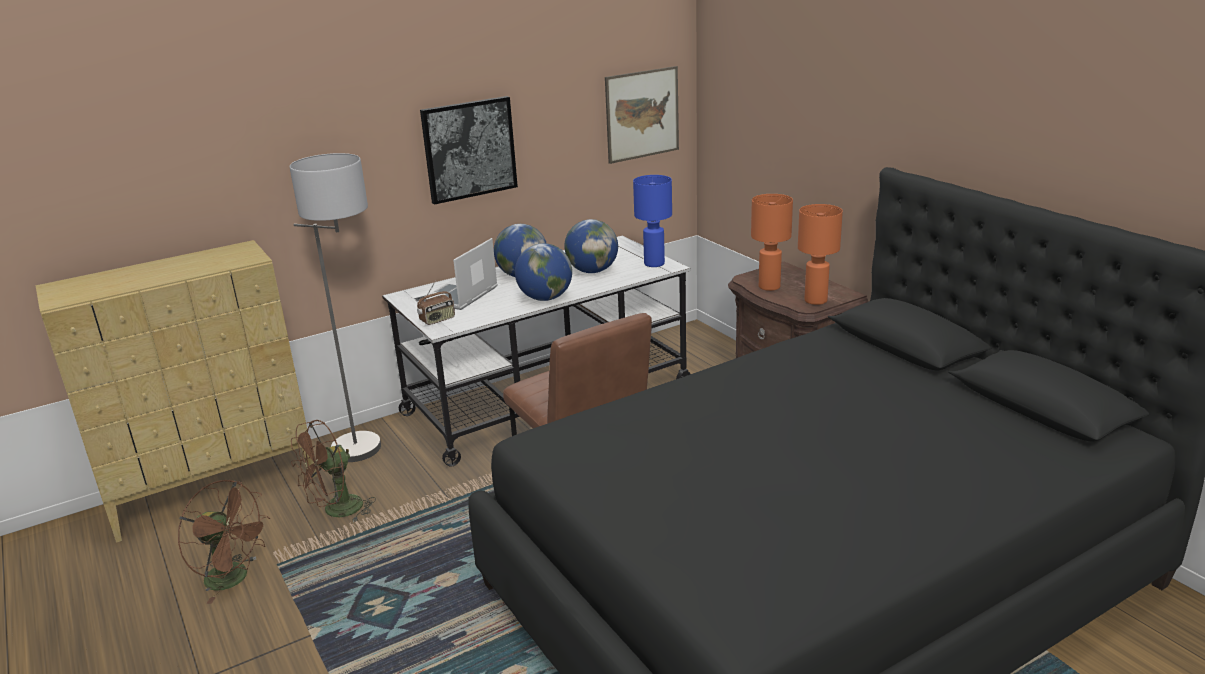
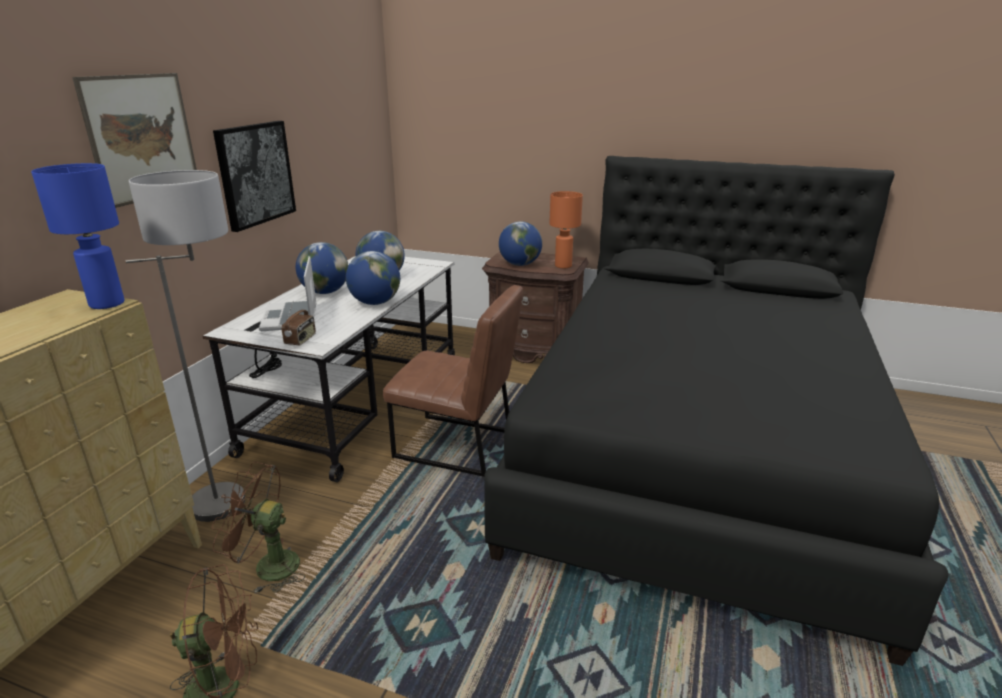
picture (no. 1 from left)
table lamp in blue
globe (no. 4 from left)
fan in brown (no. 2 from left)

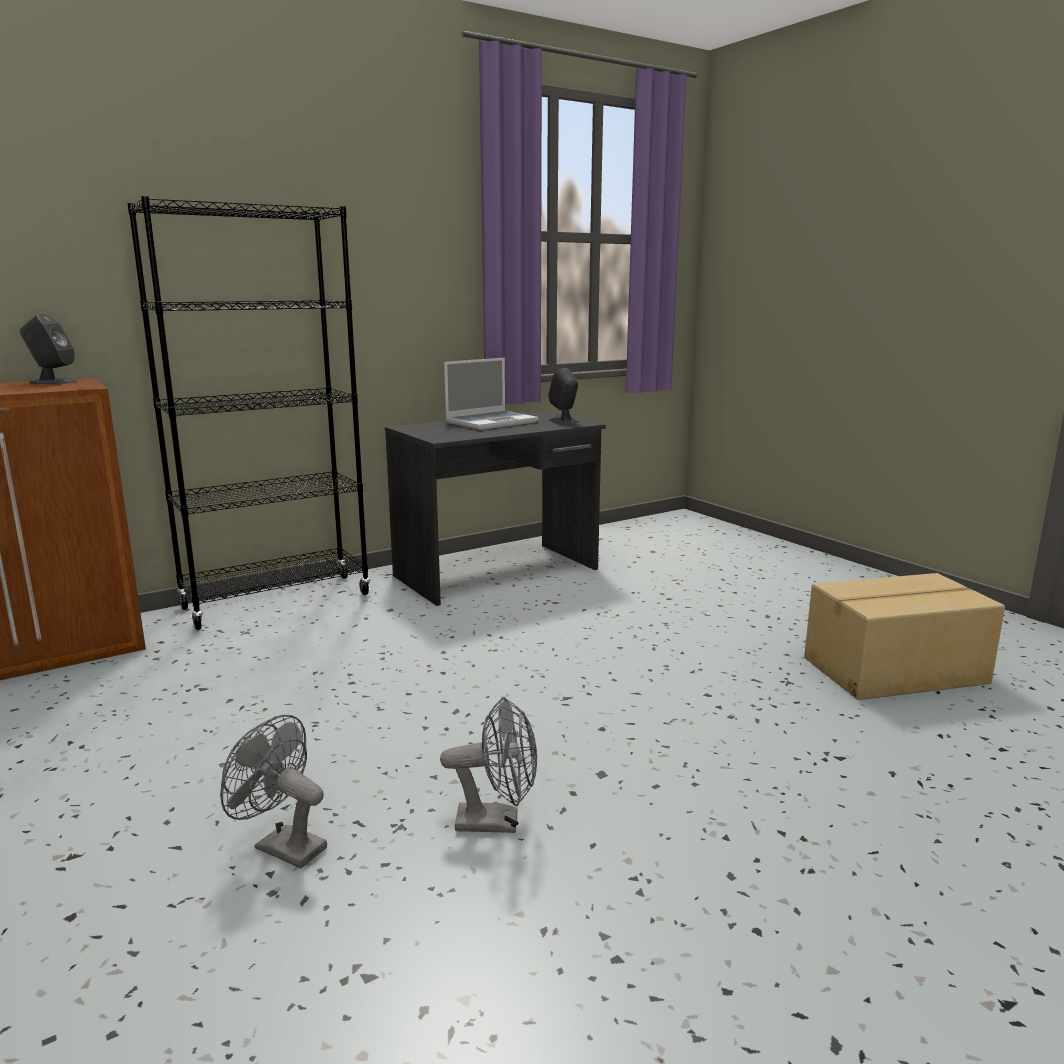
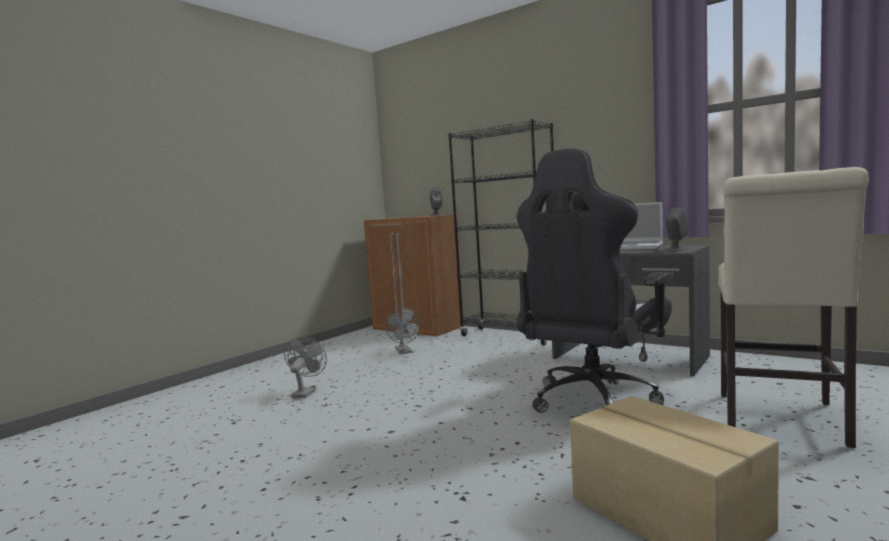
fan in grey (no. 2 from left)
office chair in black
stool in beige

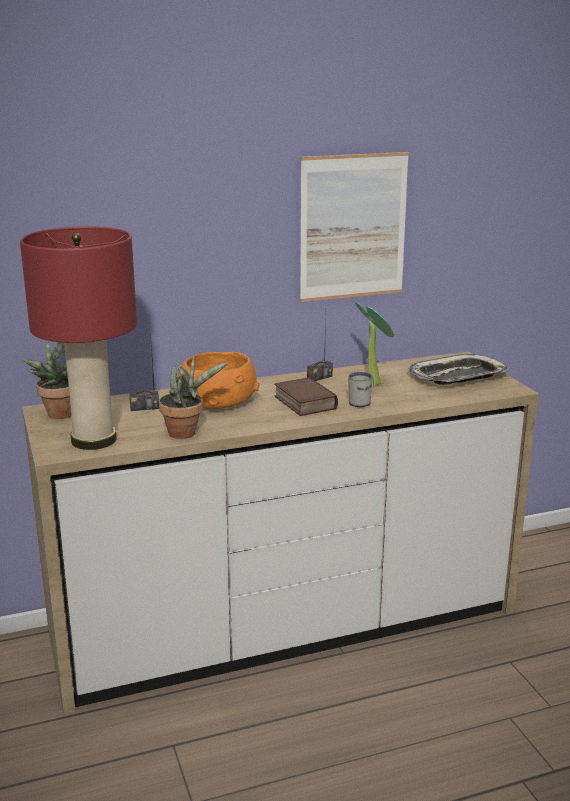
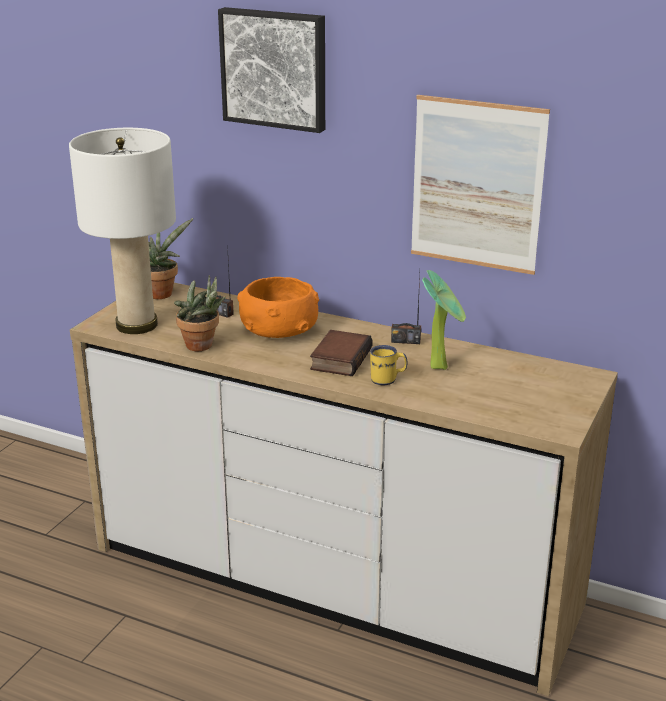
table lamp in white
tray
mug in yellow
picture (no. 1 from left)

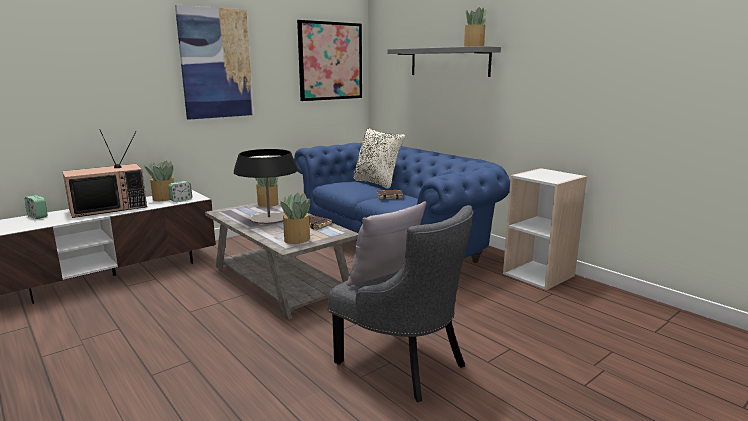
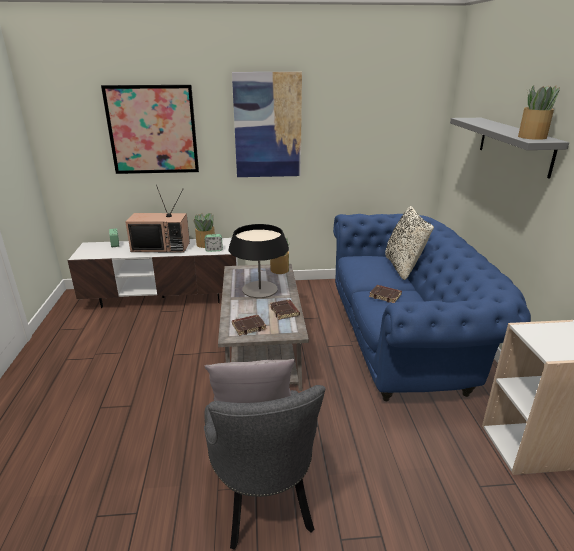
picture (no. 1 from left)
book in brown (no. 1 from left)

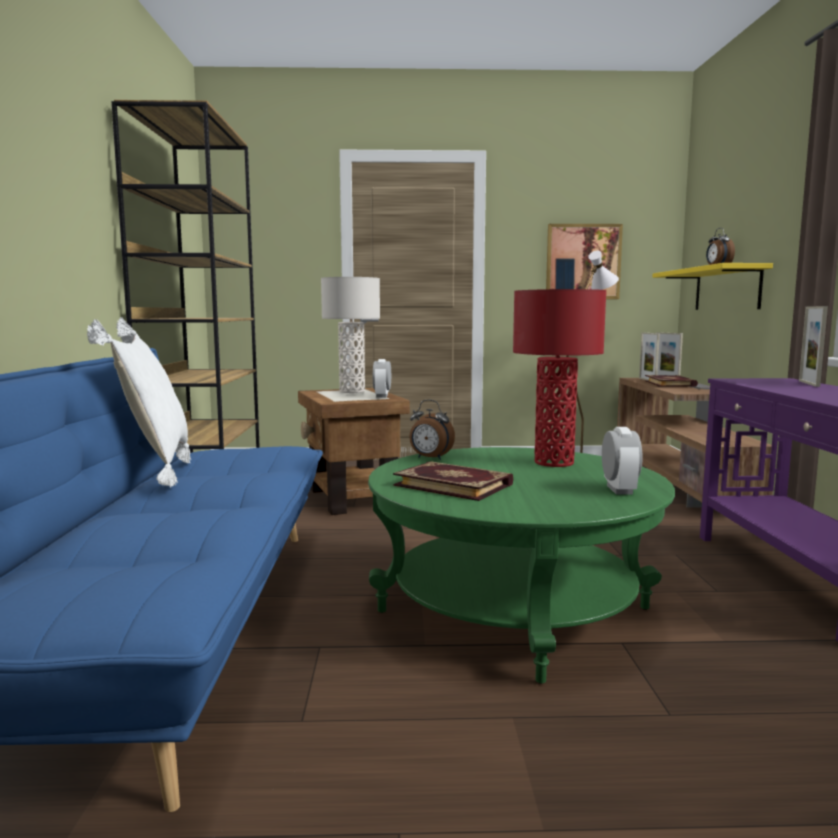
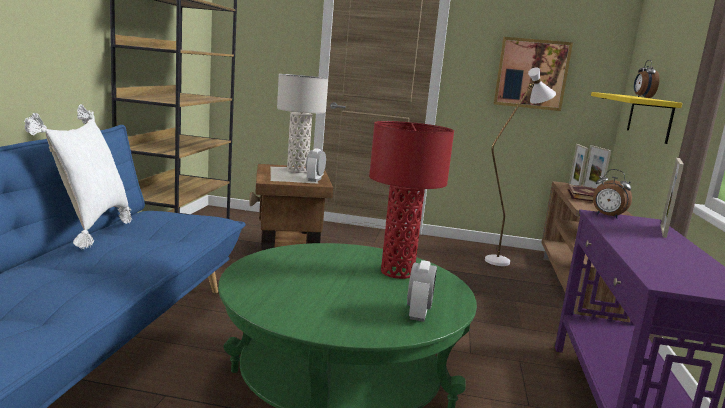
alarm clock (no. 3 from left)
book (no. 1 from left in the first image)

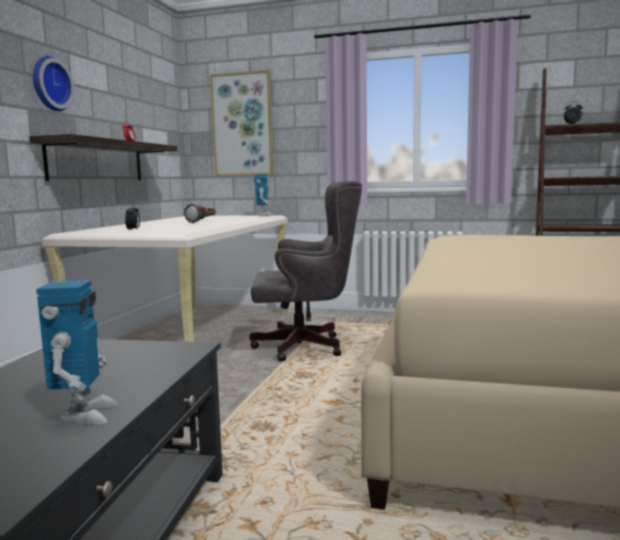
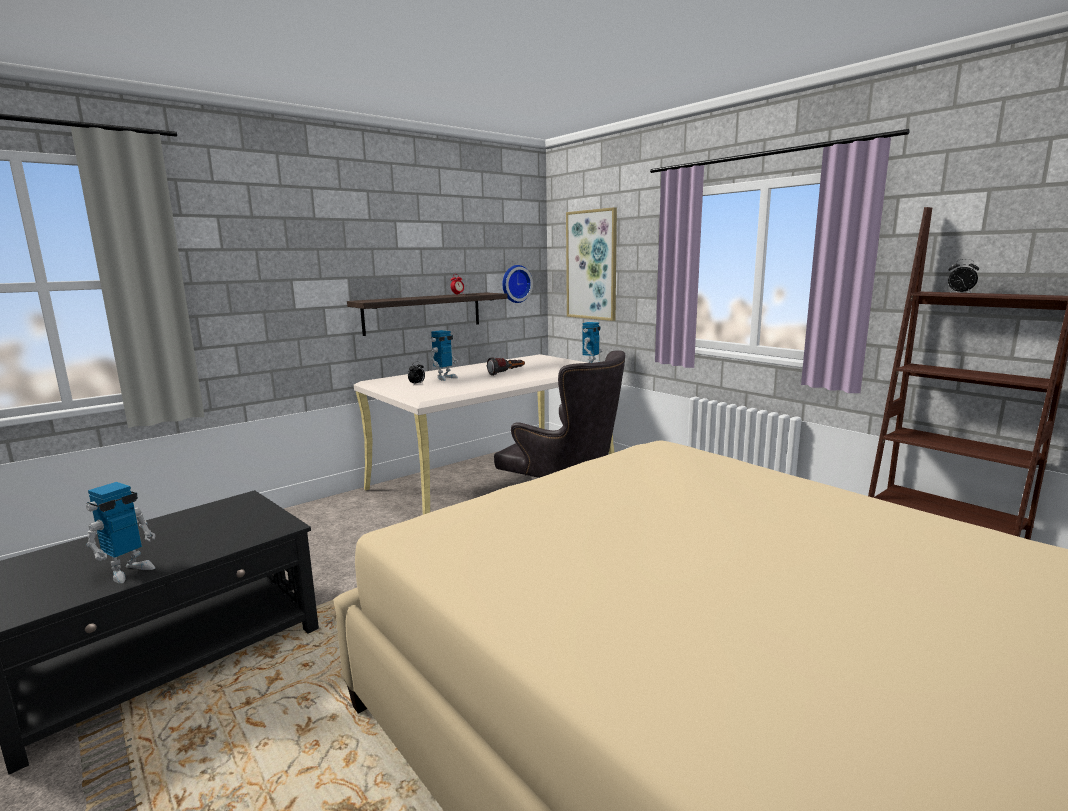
wall clock
toy robot (no. 2 from left)

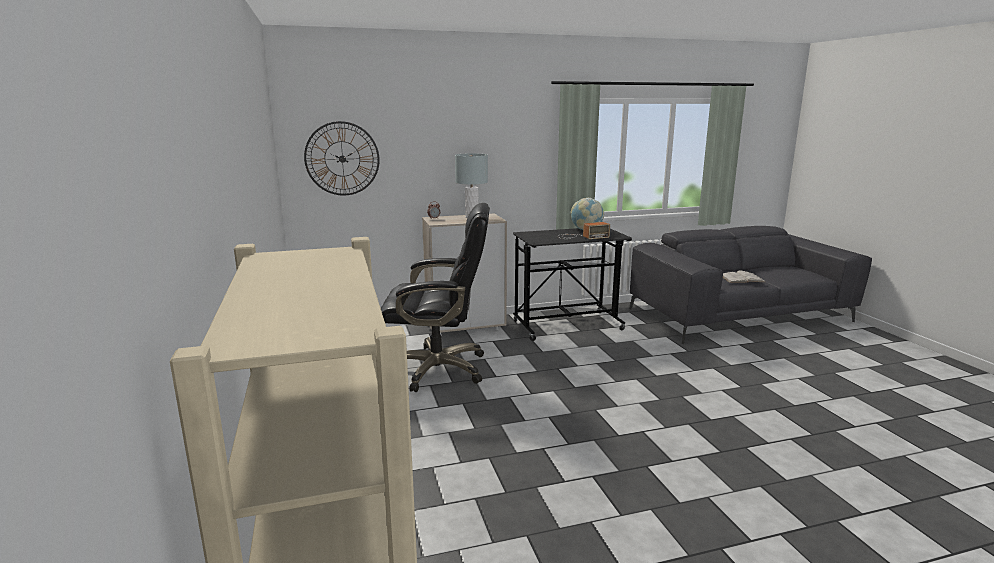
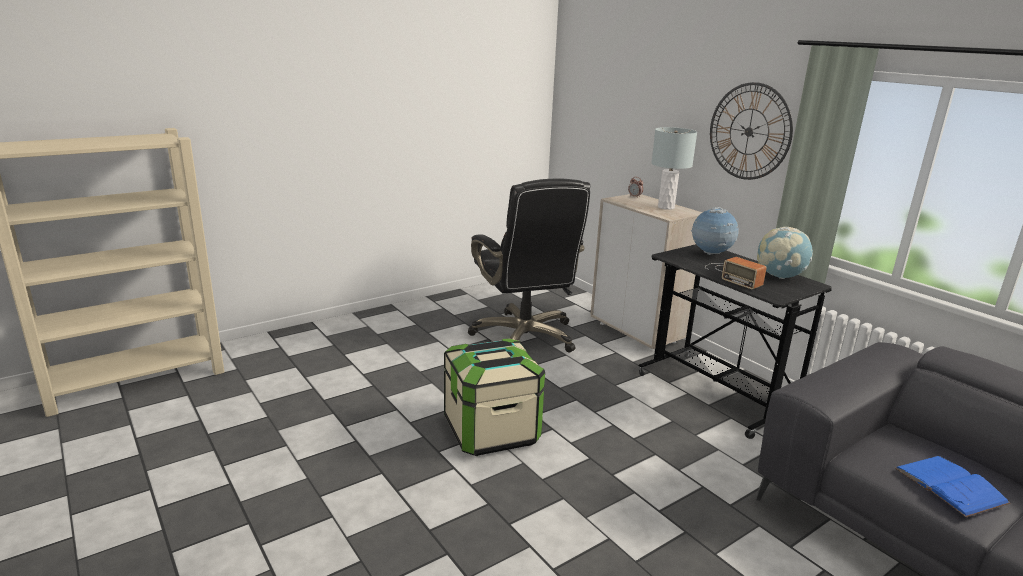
wall clock
book in blue
globe (no. 1 from left)
storage box

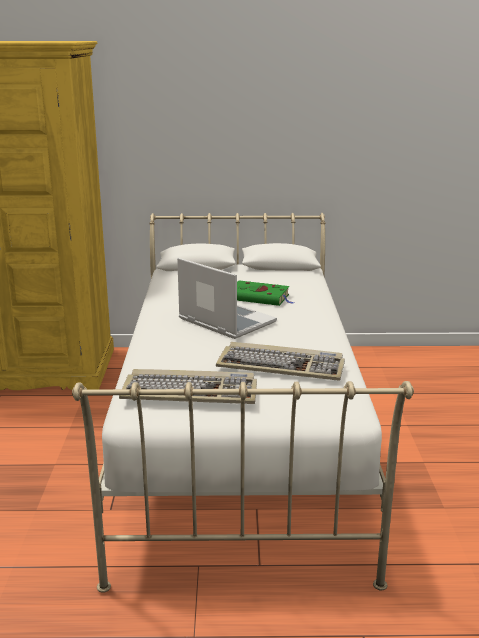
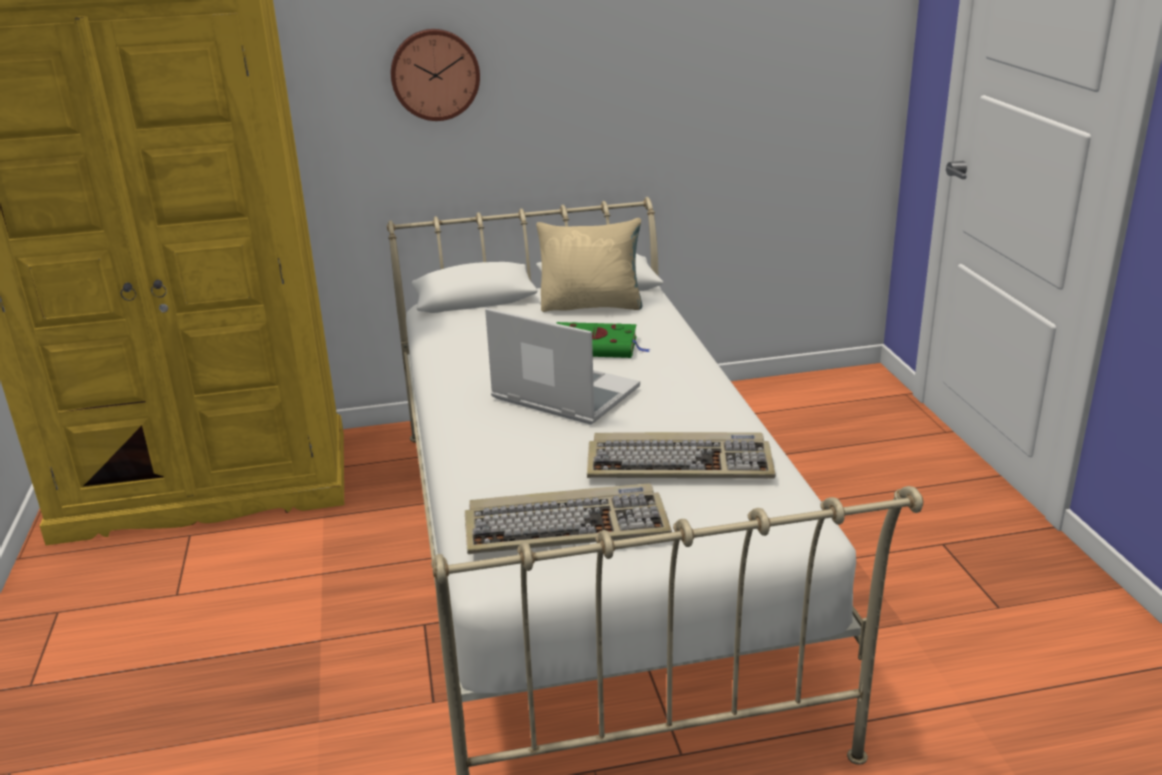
wall clock
pillow in beige

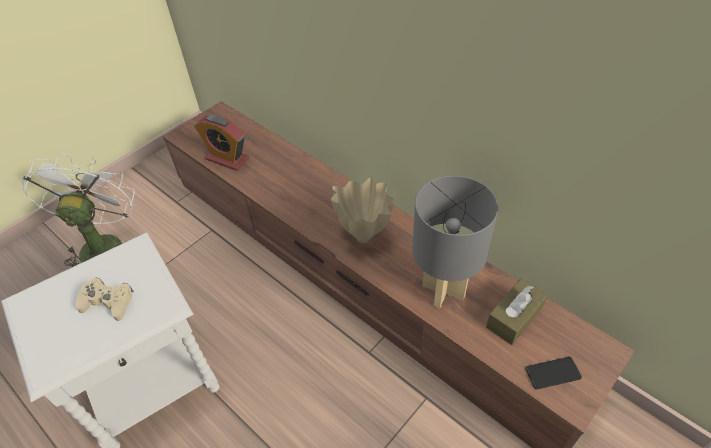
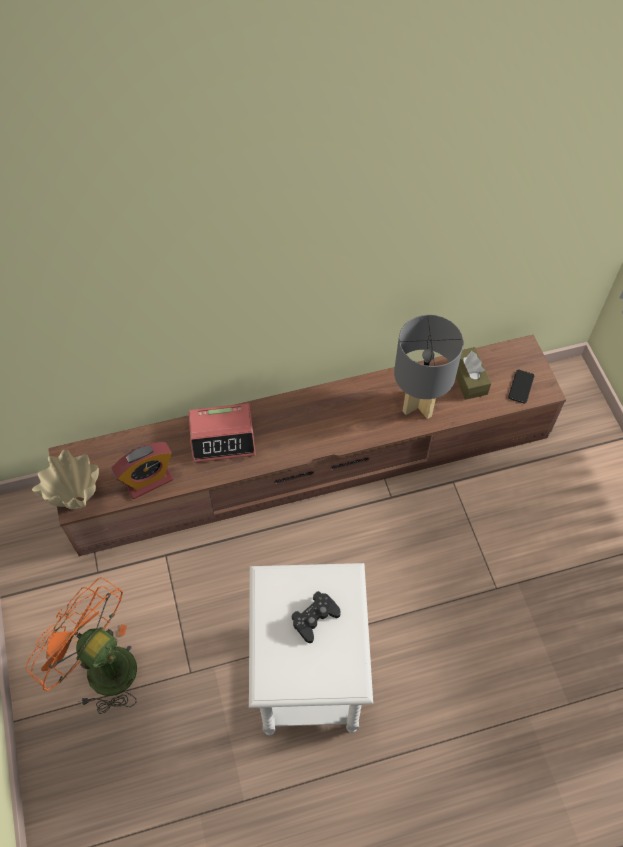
fan in orange
vase in beige
game controller in black
alarm clock (no. 2 from left)

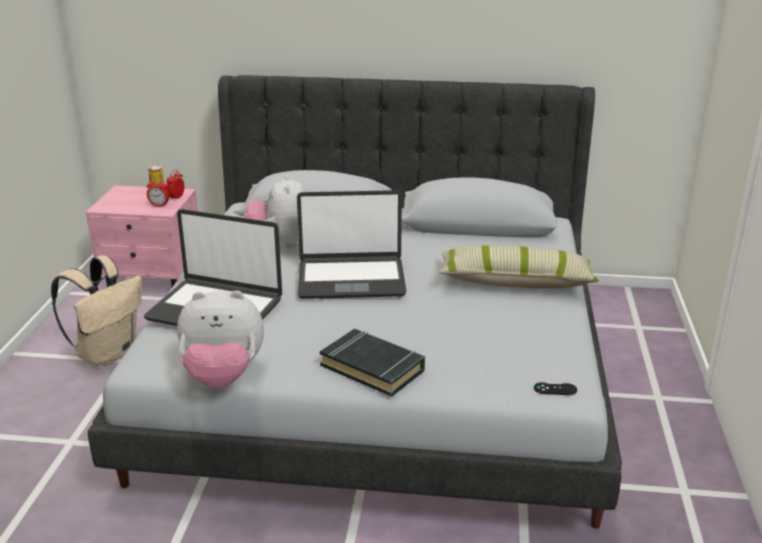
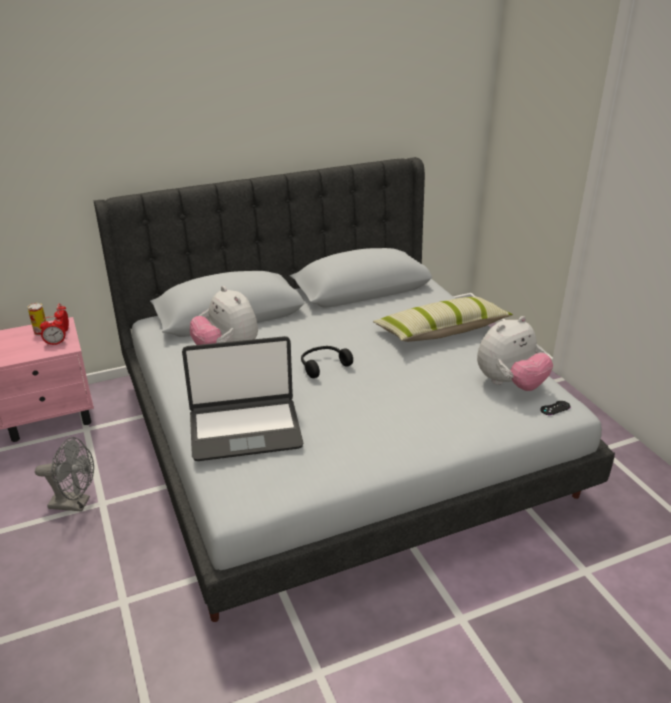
headphones in black
fan in grey
plush toy (no. 2 from left)
book in black

